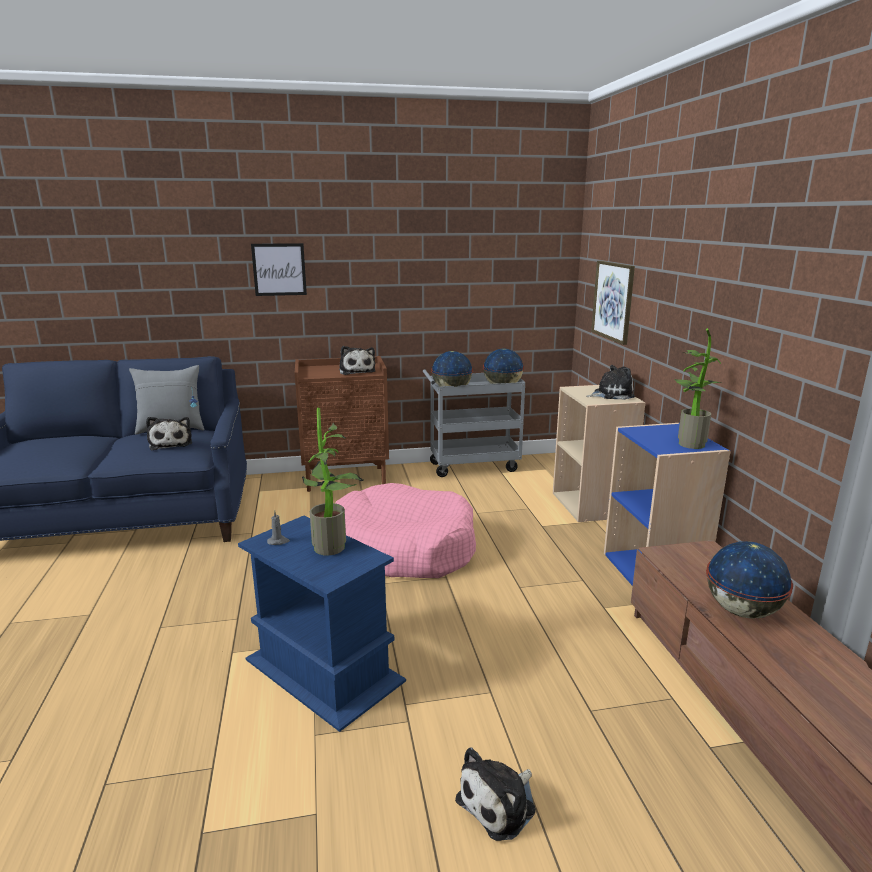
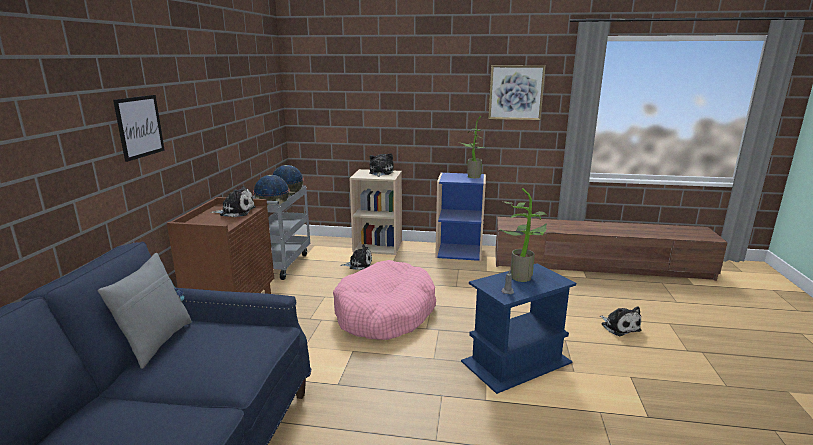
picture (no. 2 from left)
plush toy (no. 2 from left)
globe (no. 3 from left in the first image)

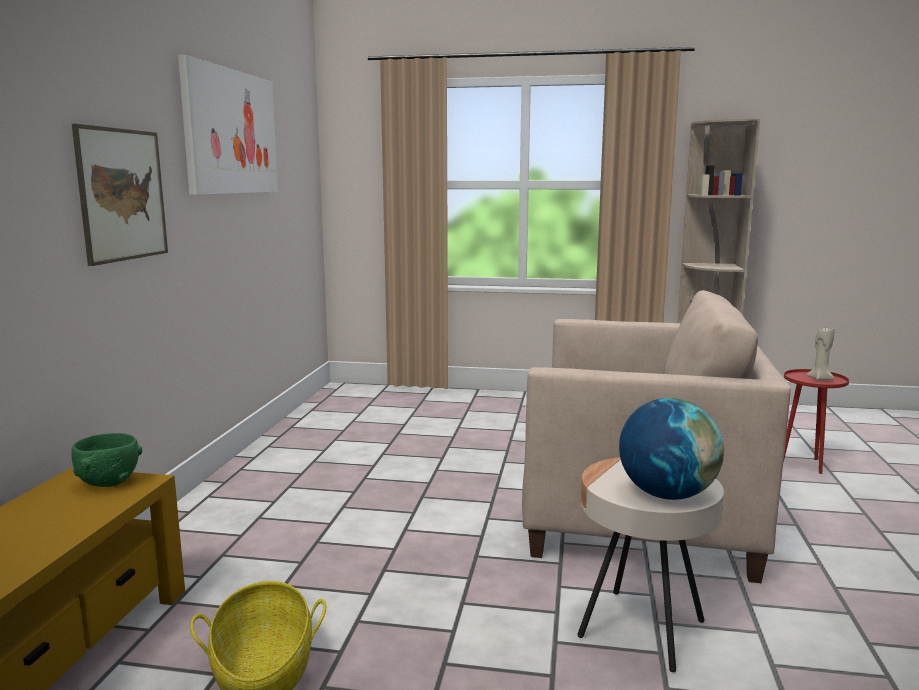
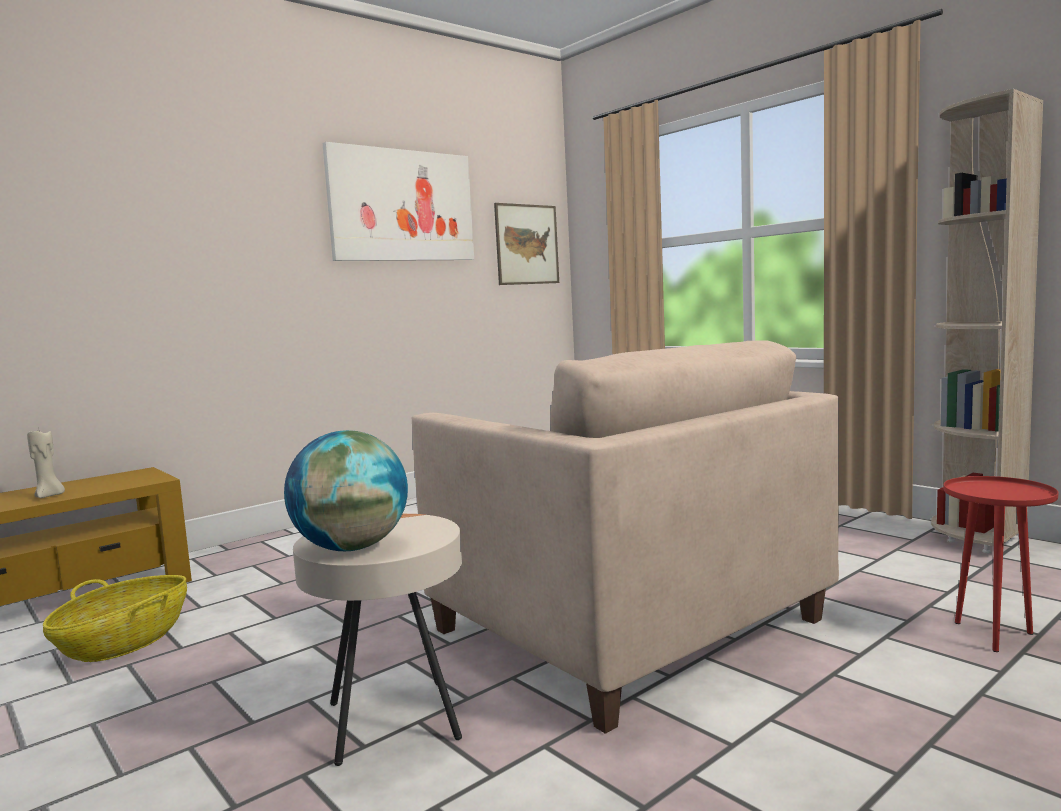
picture (no. 2 from left)
candle in beige
bowl in green

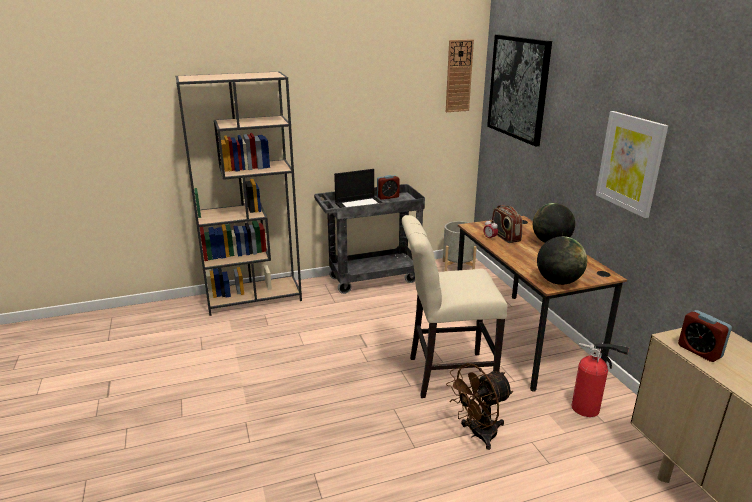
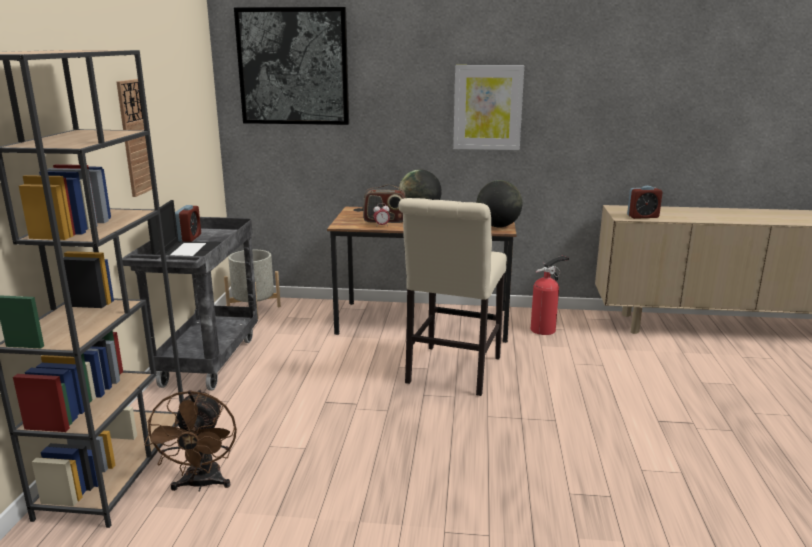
wall clock
fan in brown

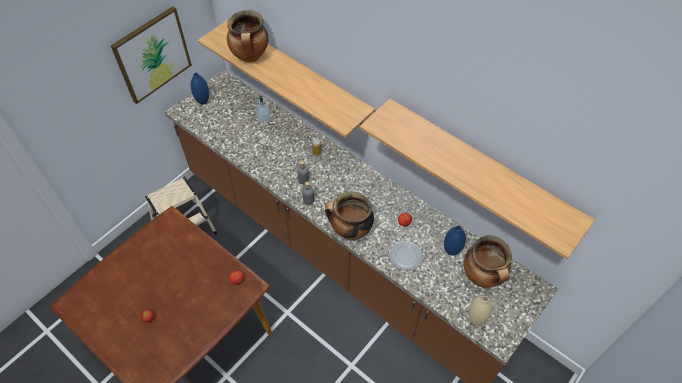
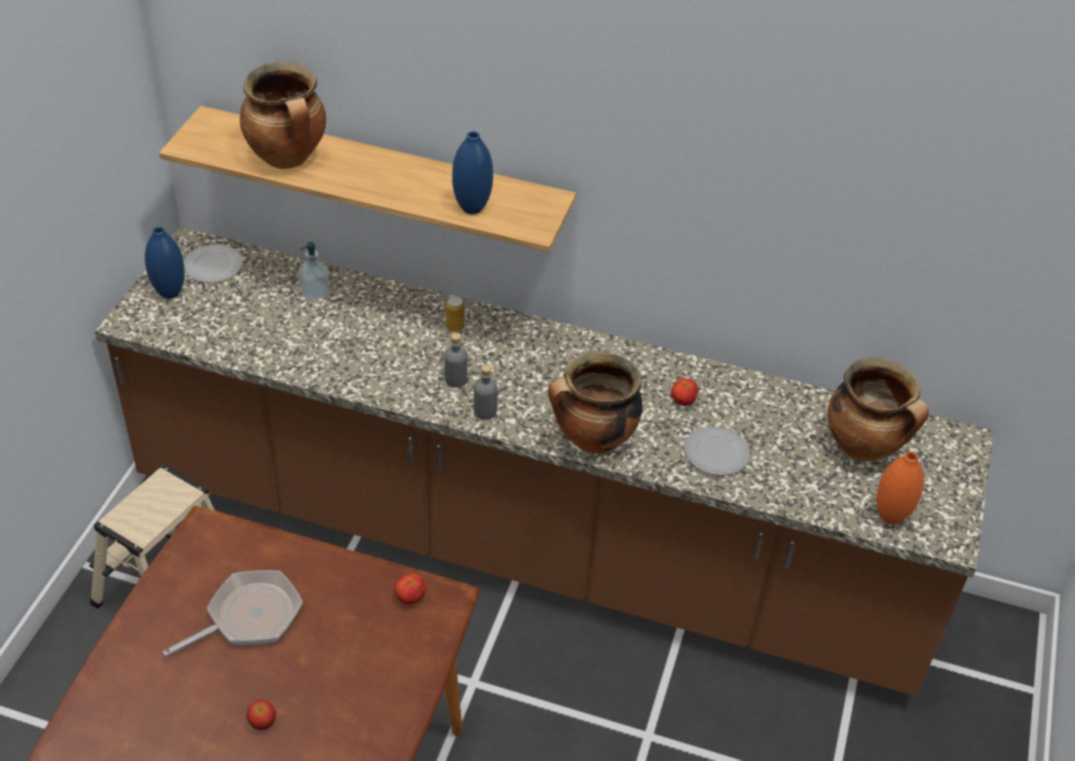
picture
shelf (no. 2 from left in the first image)
vase in blue (no. 2 from left)
vase in orange
plate (no. 1 from left)
frying pan

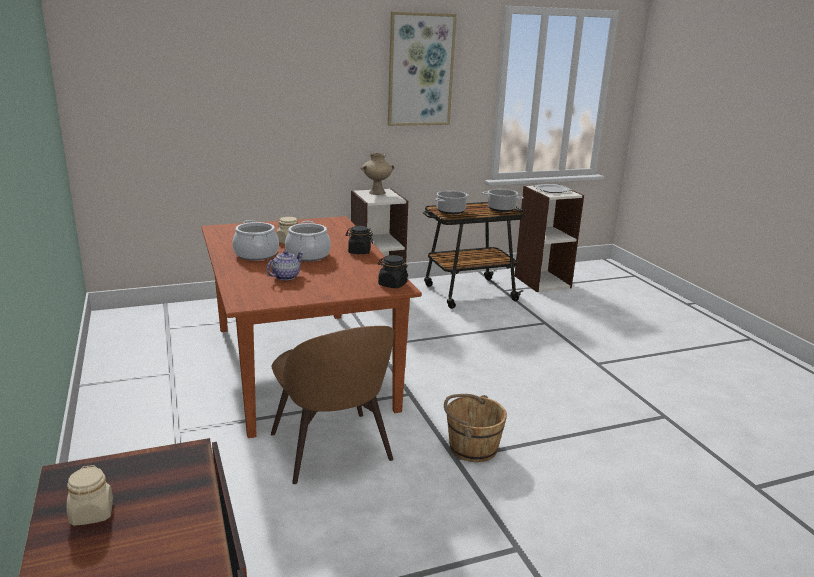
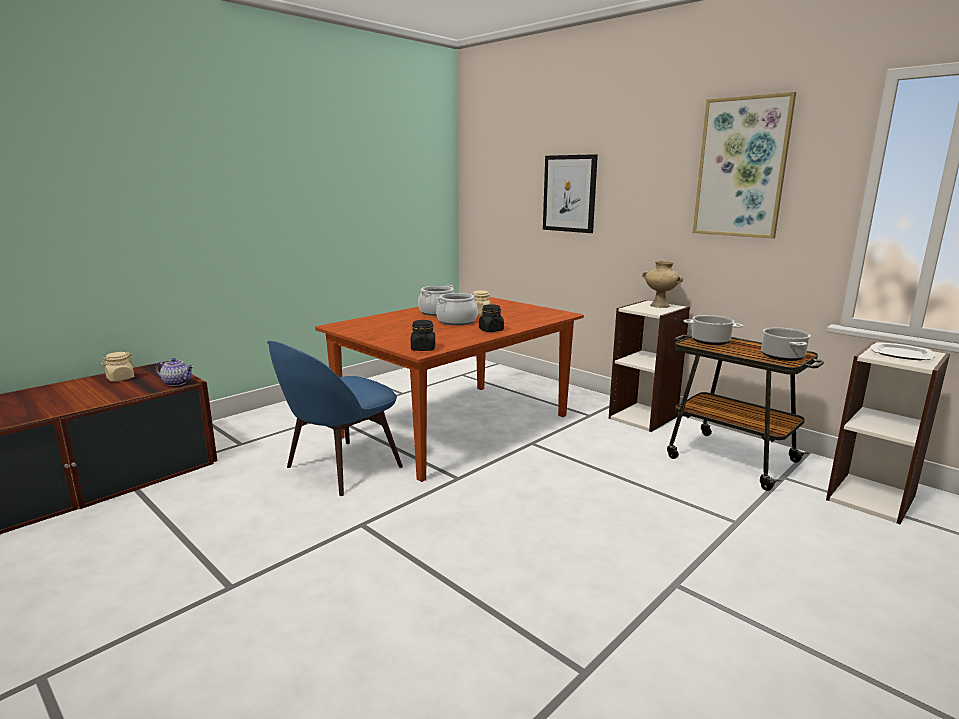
teapot
chair in blue
bucket in brown
picture (no. 1 from left)

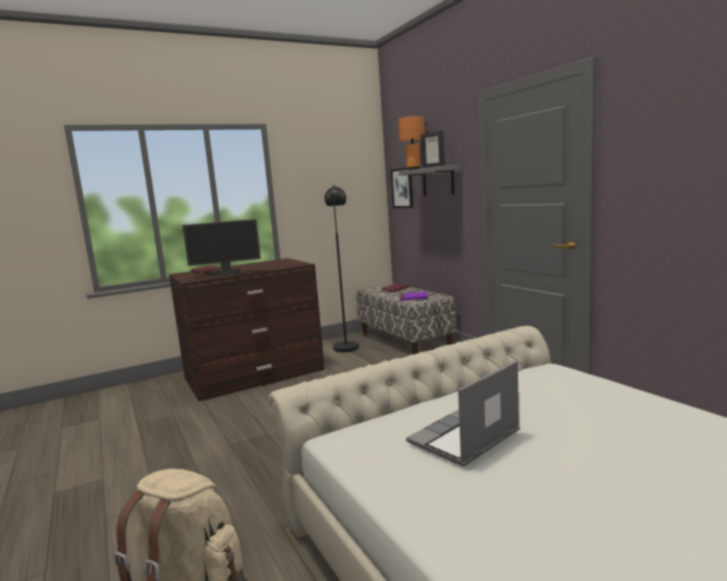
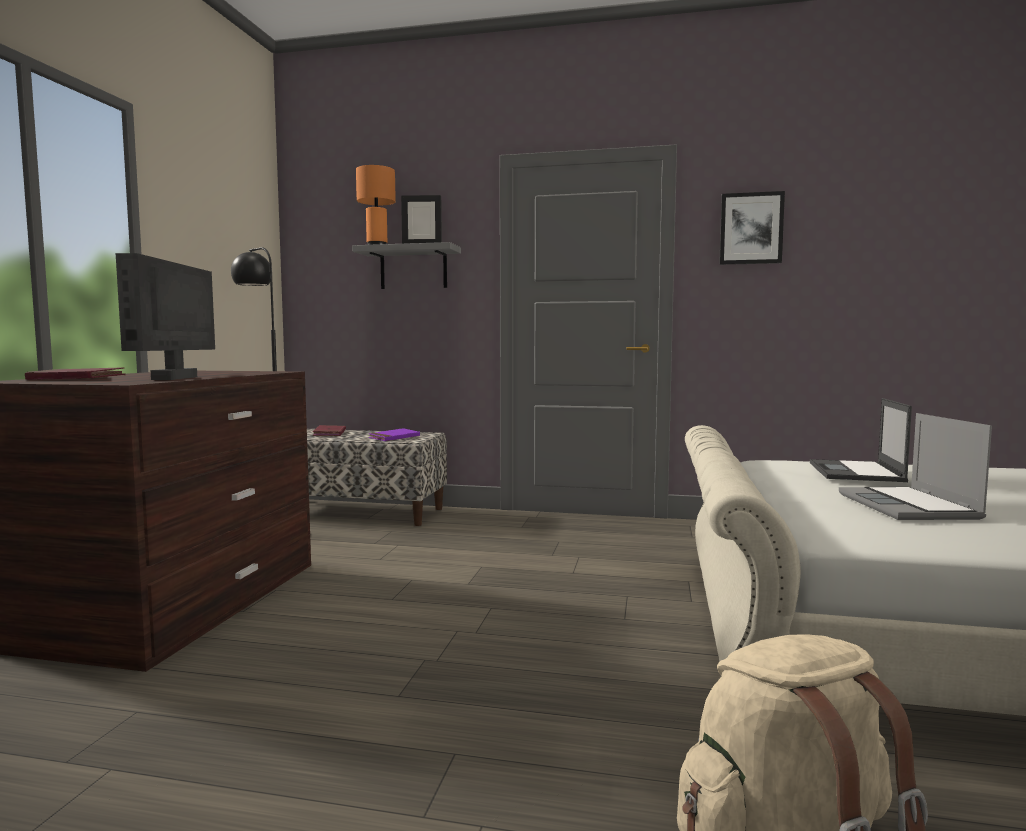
picture
monitor
laptop (no. 1 from left)

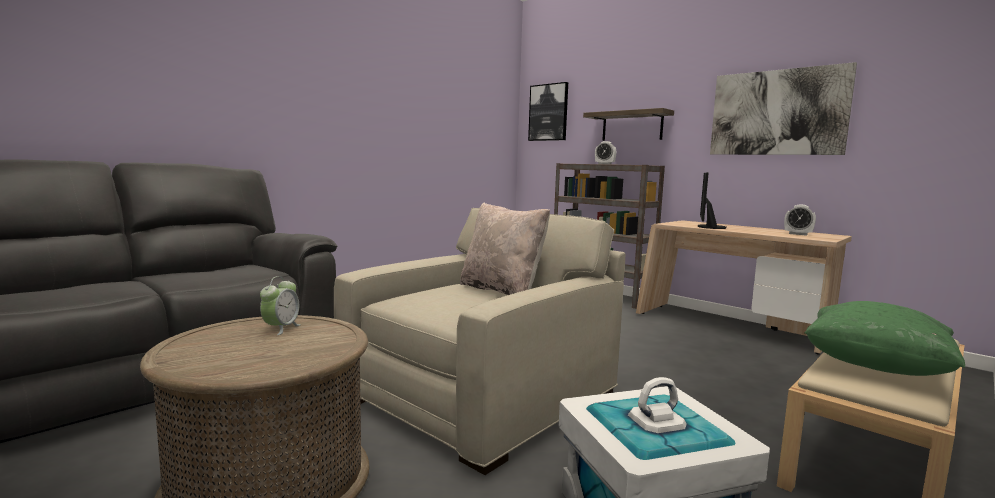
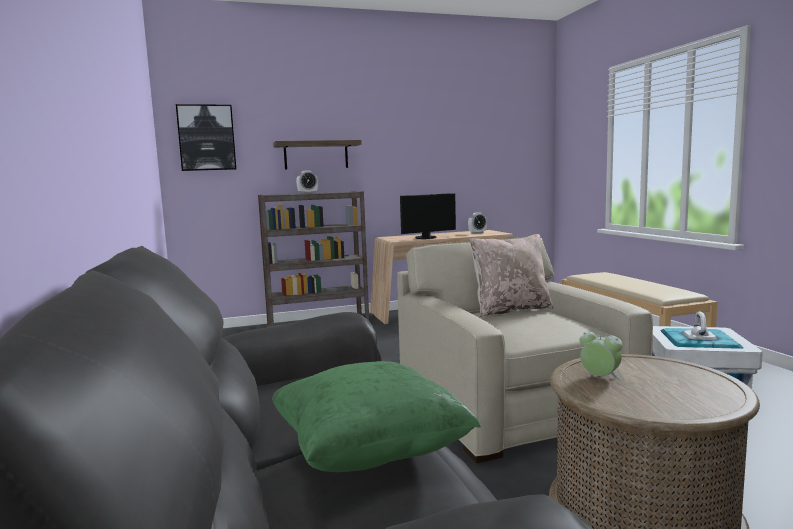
picture (no. 2 from left in the first image)
monitor
pillow in green

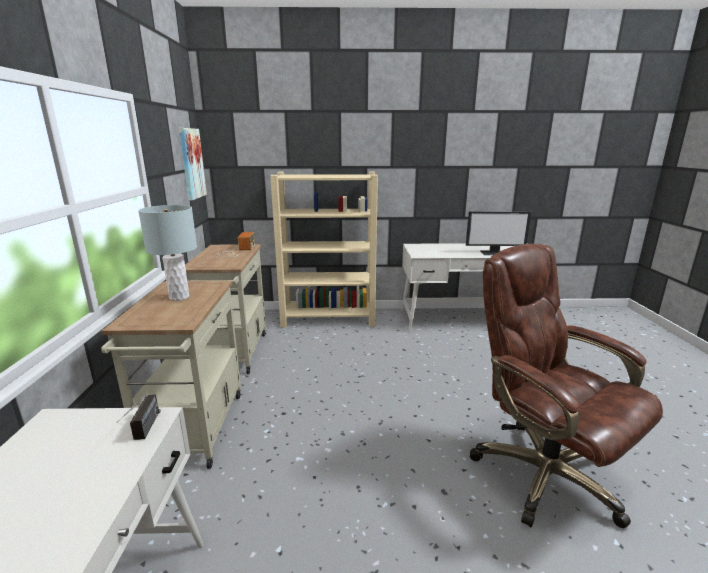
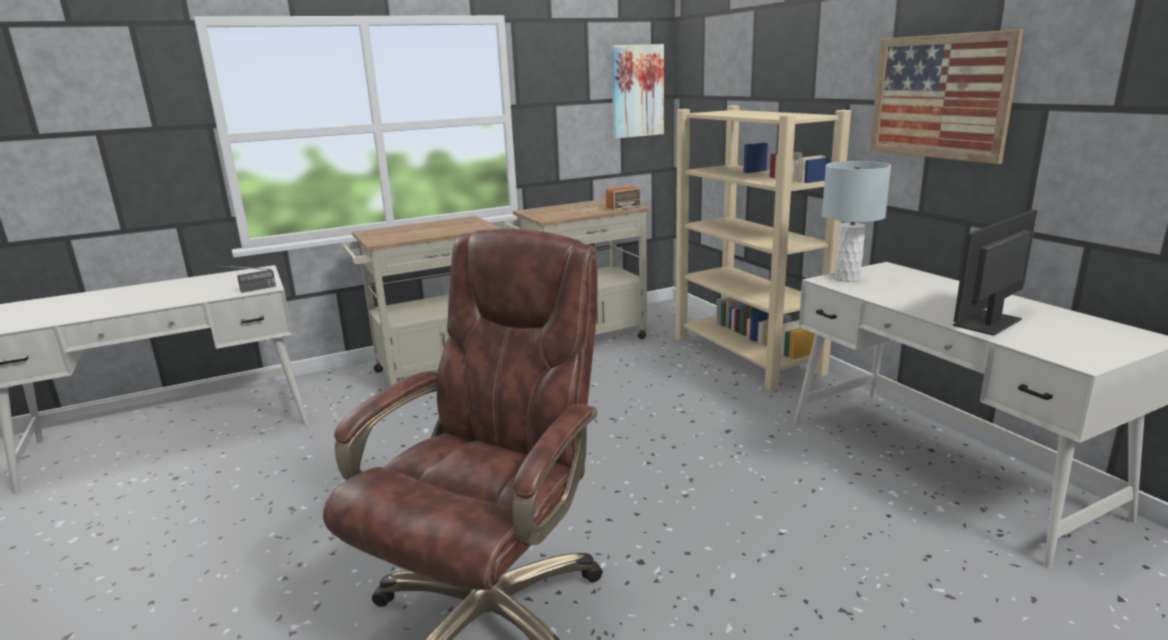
table lamp in grey
monitor
picture (no. 2 from left)

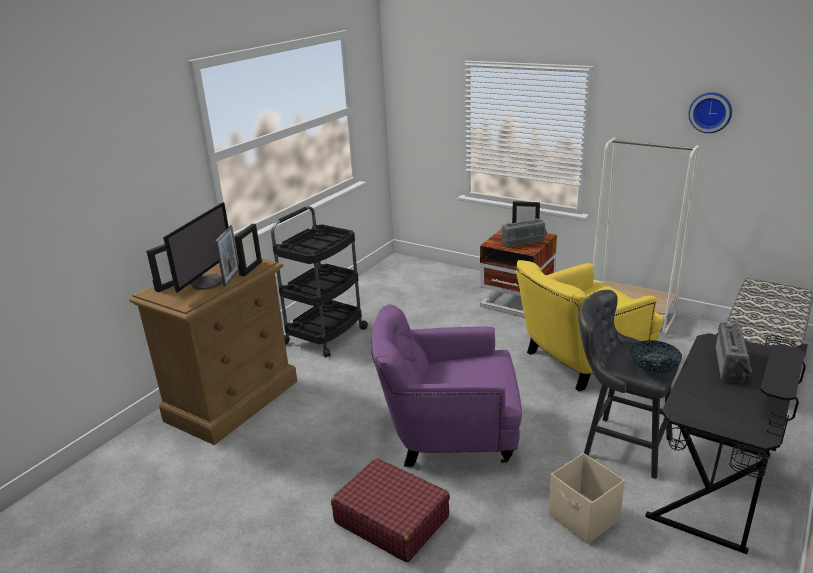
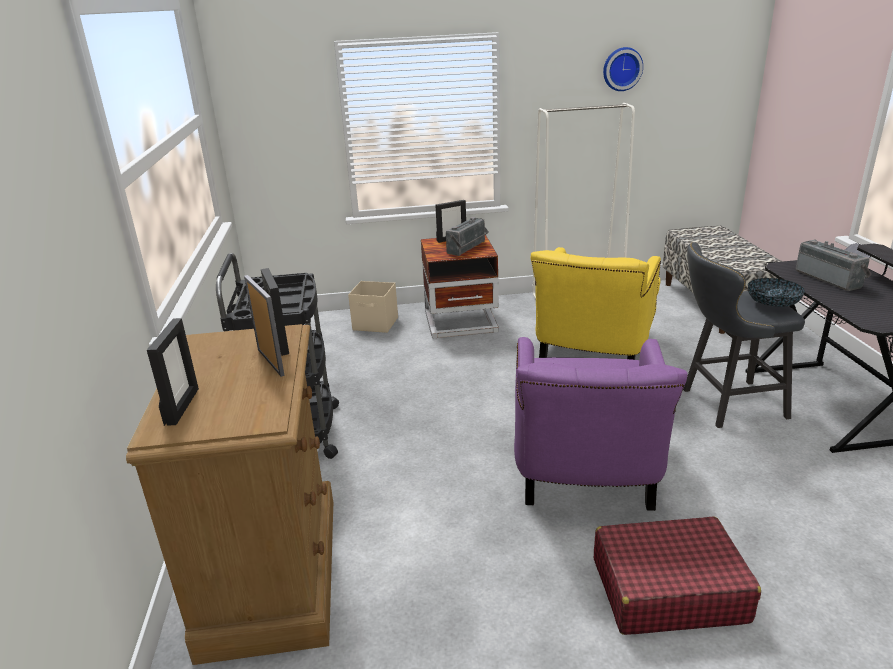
monitor
armchair in purple
storage box in beige

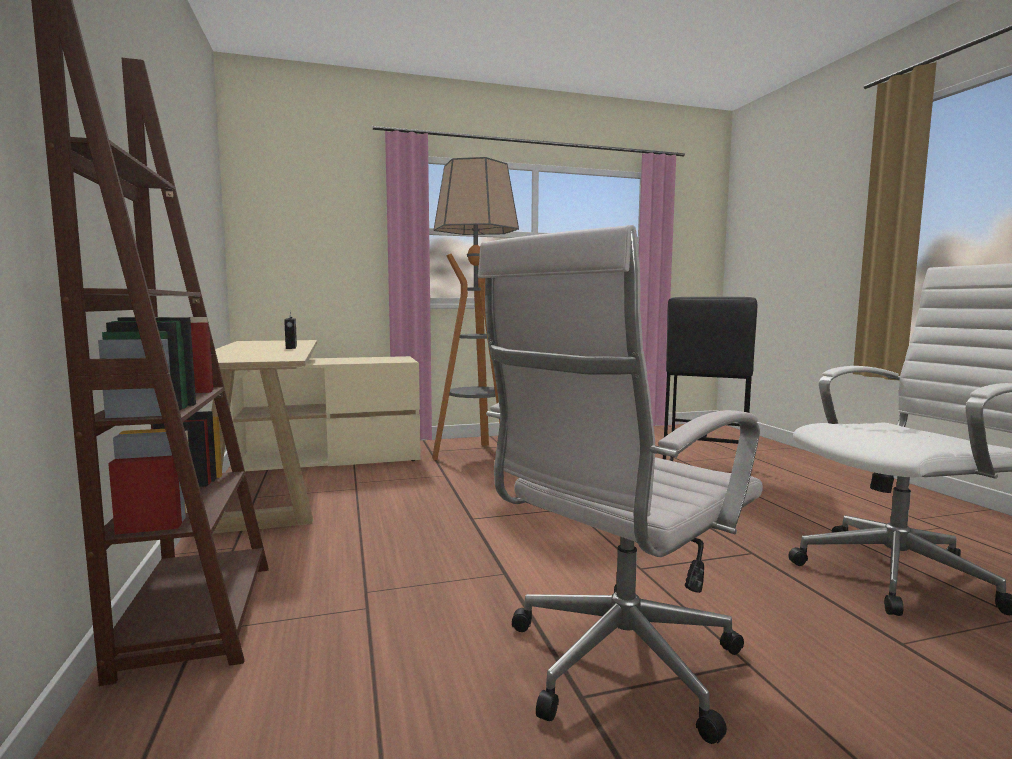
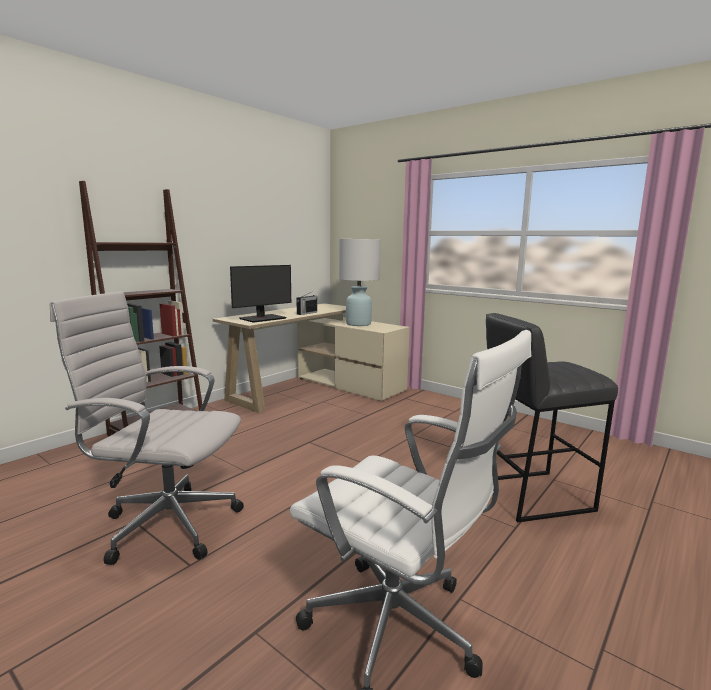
floor lamp
table lamp in white
monitor

